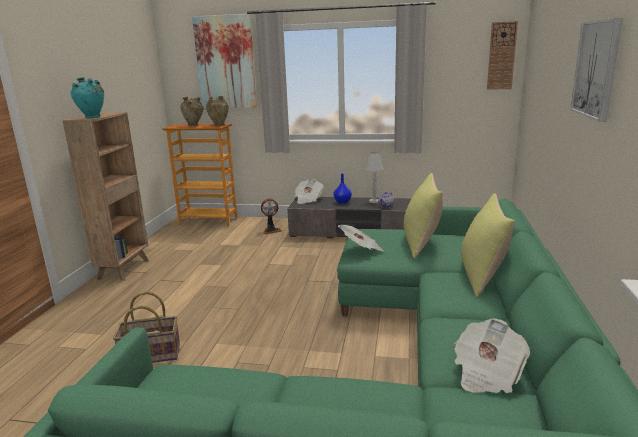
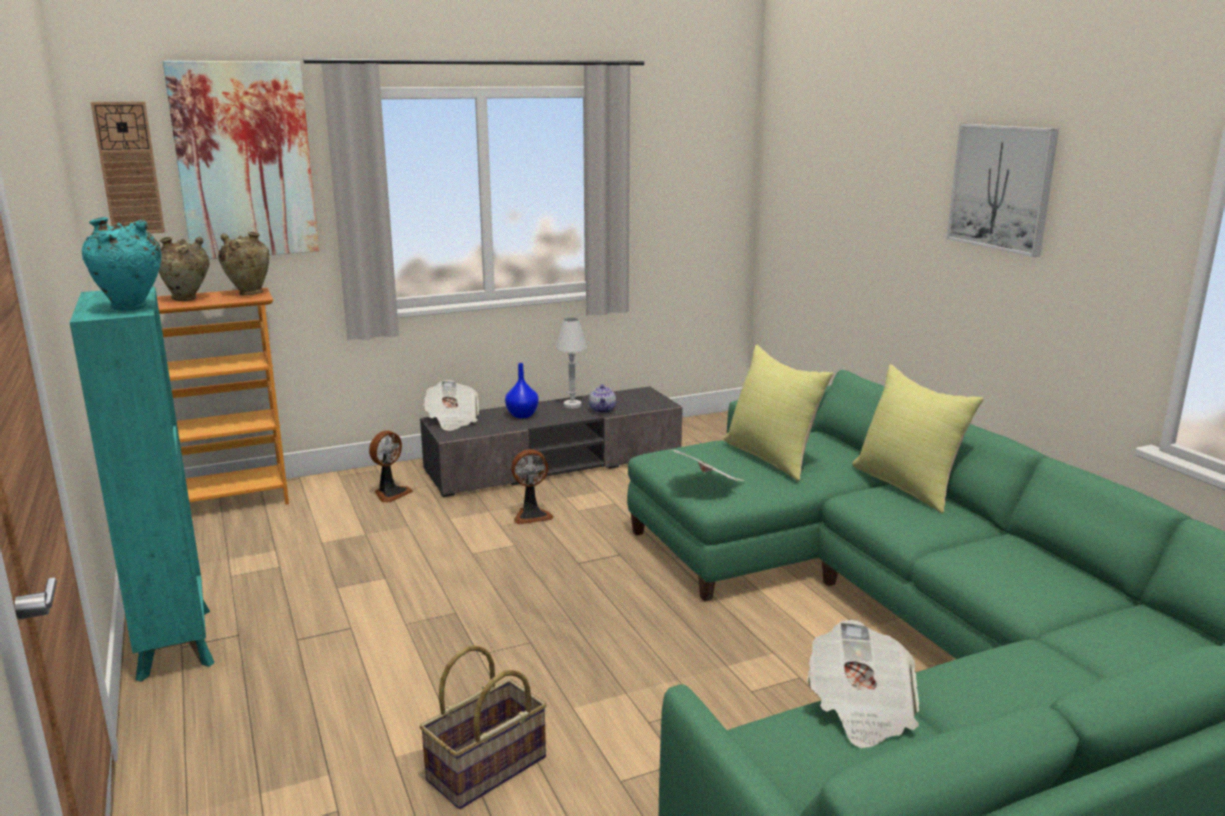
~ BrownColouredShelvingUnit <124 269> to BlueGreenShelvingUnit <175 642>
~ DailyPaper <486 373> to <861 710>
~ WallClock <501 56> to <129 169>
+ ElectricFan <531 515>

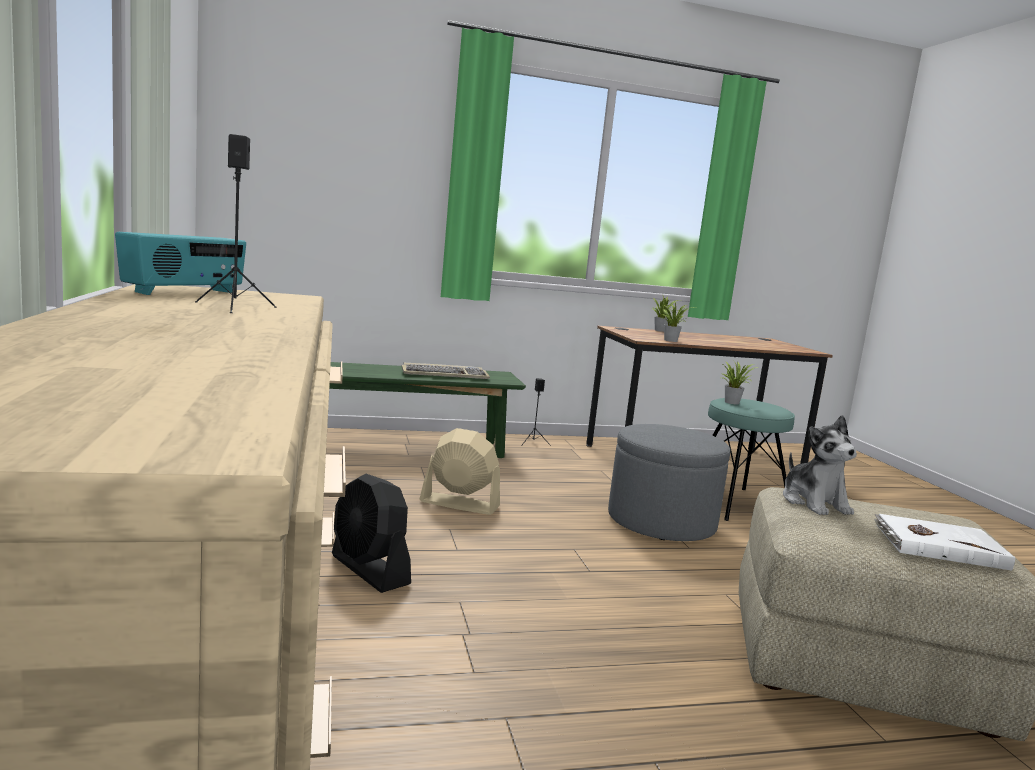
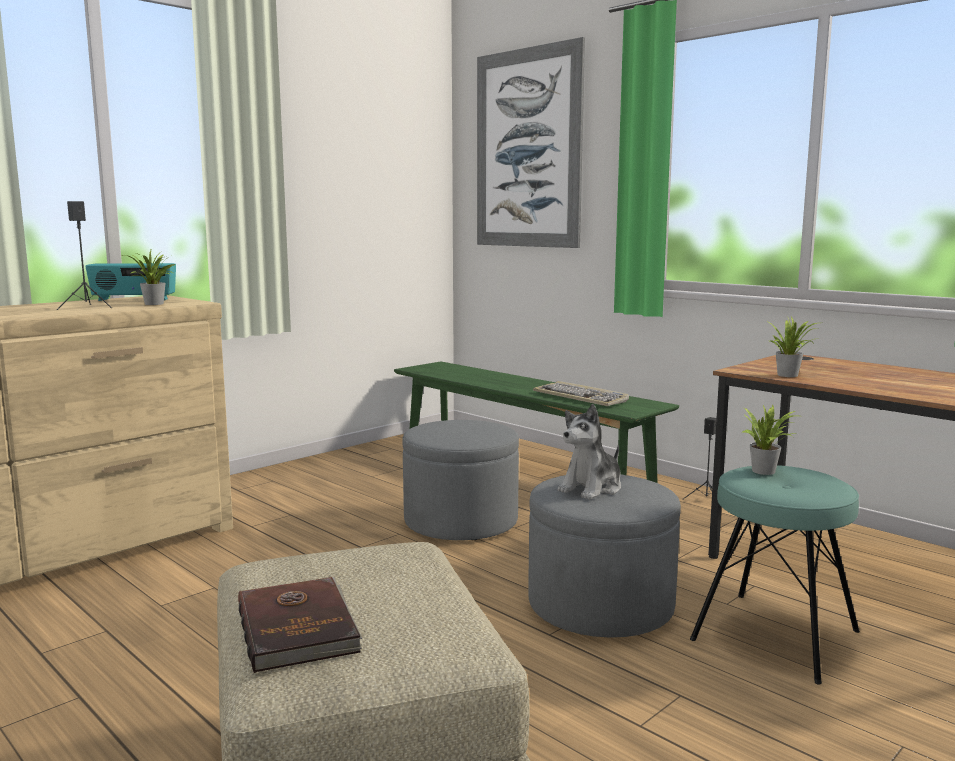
- BlackColouredElectricFan <369 570>
~ BeigeElectricFan <459 504> to GreyOttoman <461 522>
~ PottedPlant <662 330> to <155 304>
~ PlushToy <814 503> to <592 488>
~ WhiteColouredVolume <938 545> to BrownColouredVolume <299 627>
+ WallPicture <528 149>

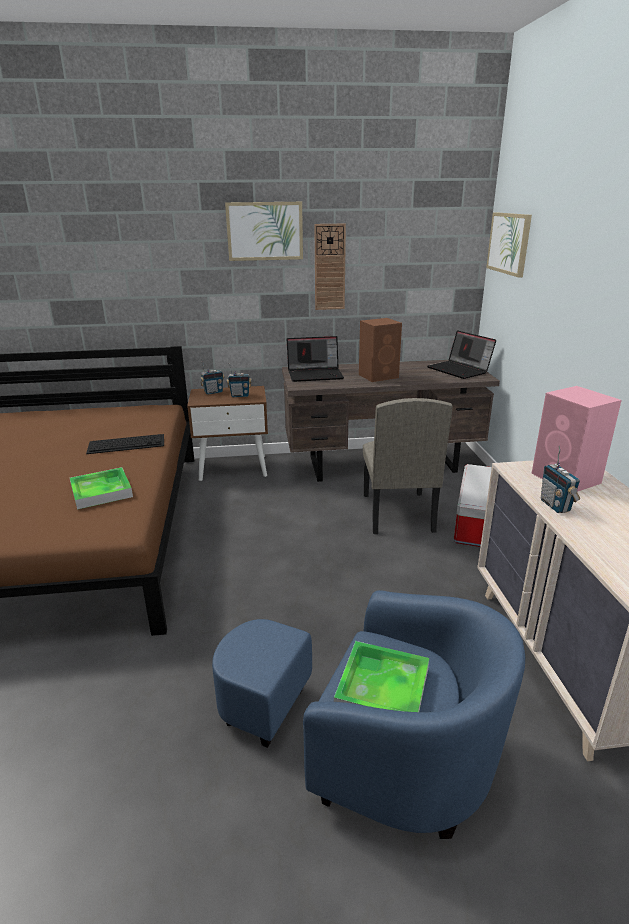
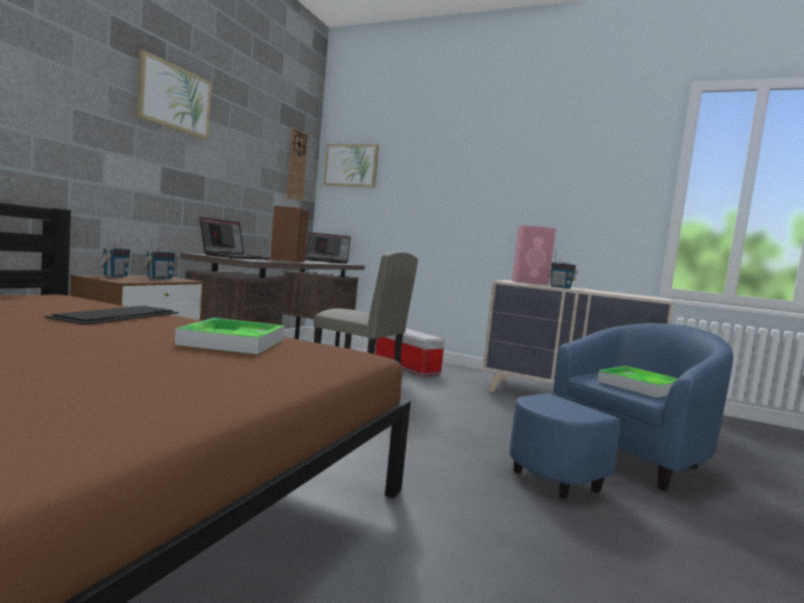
~ WallClock <329 267> to <296 165>

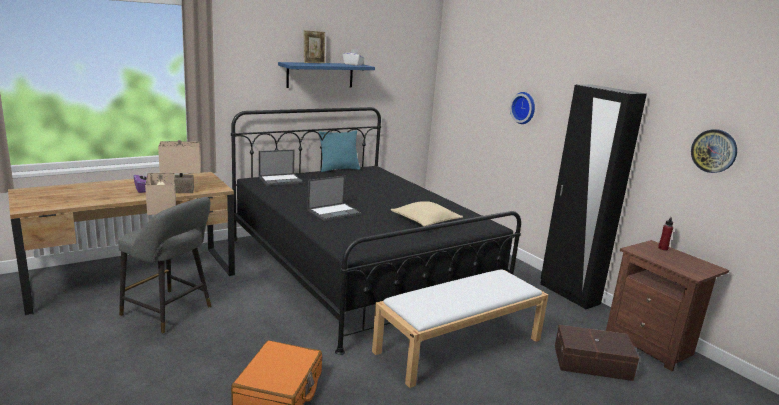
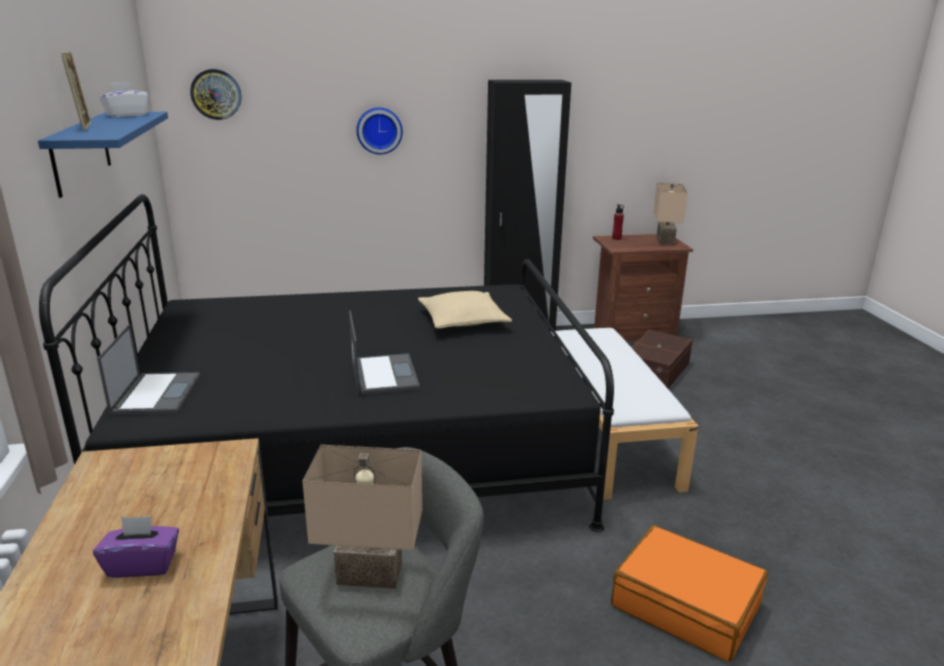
~ BeigeLampForATable <181 191> to <666 241>
- BlueGreenPillow <339 169>
~ WallClock <714 151> to <216 94>

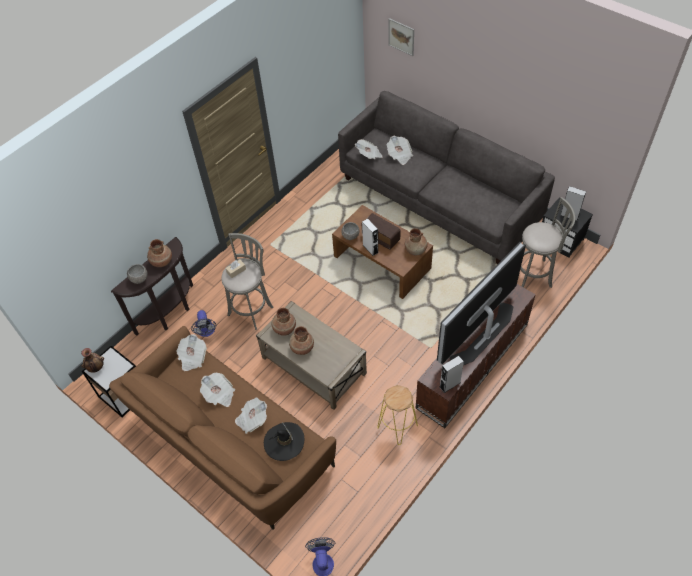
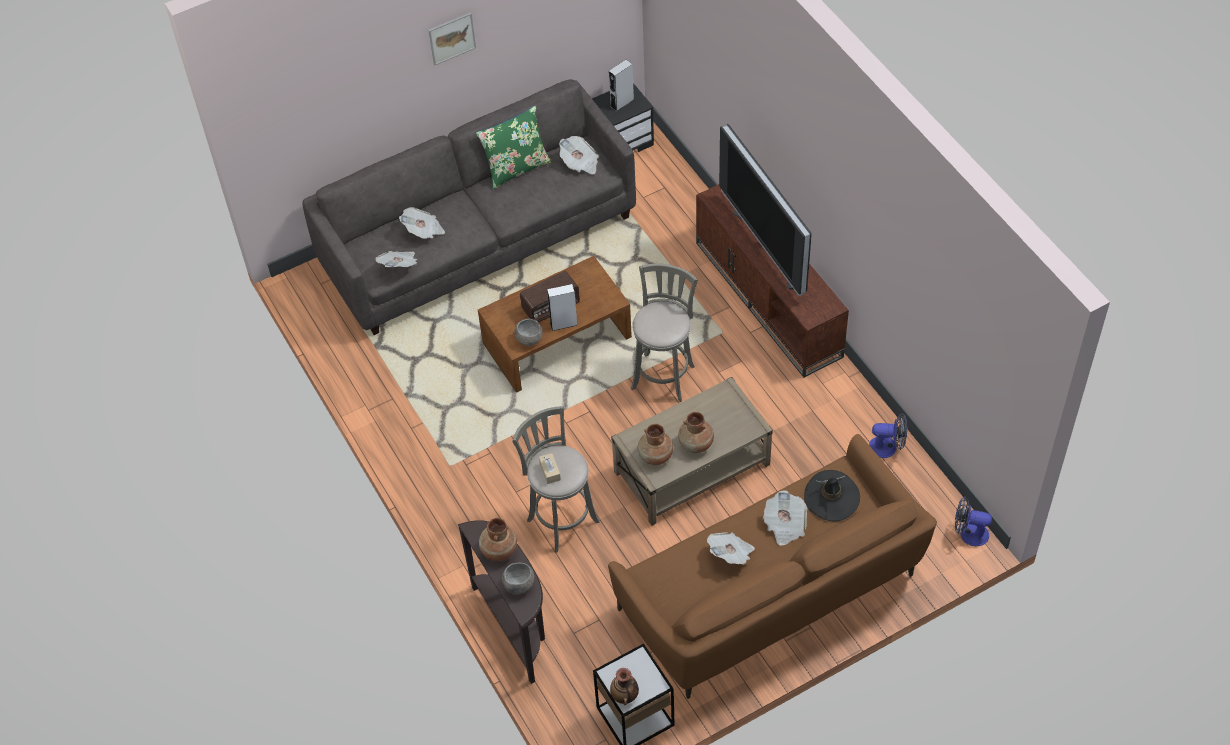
~ DailyPaper <192 358> to <580 163>
~ ElectricFan <206 332> to <888 447>
- YellowishStool <397 426>
~ WallPicture <401 37> to <452 38>
- BrownColouredFlowerVase <416 250>
- GreyAudioSpeaker <450 384>
~ GreyStool <535 274> to <664 374>
+ GreenishPillow <516 168>

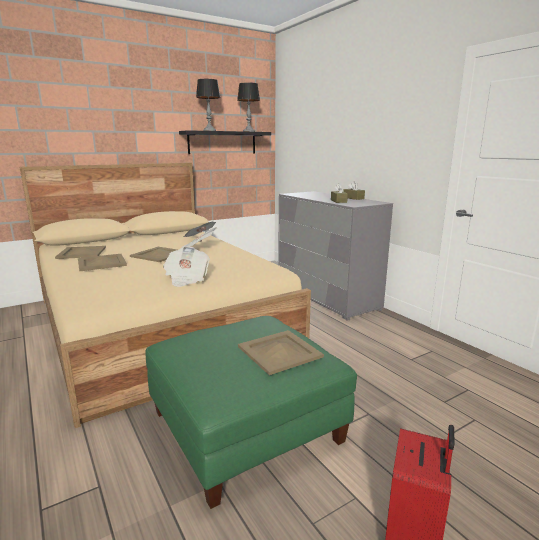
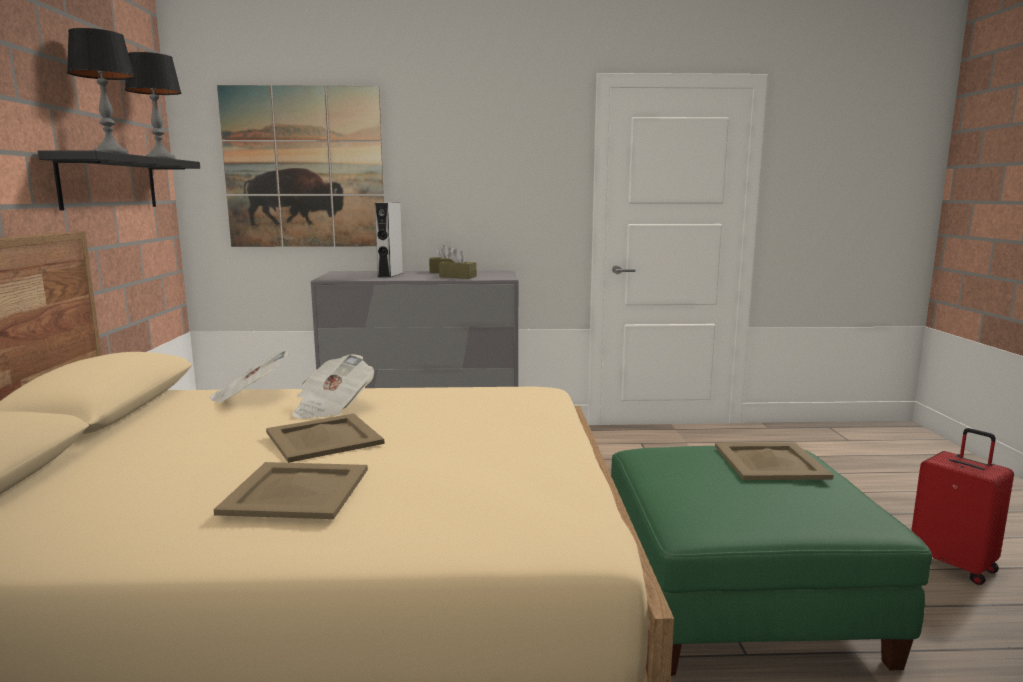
- BeigeCarryingTray <82 252>
- DailyPaper <186 278>
+ WallPicture <304 168>
+ GreyAudioSpeaker <390 275>

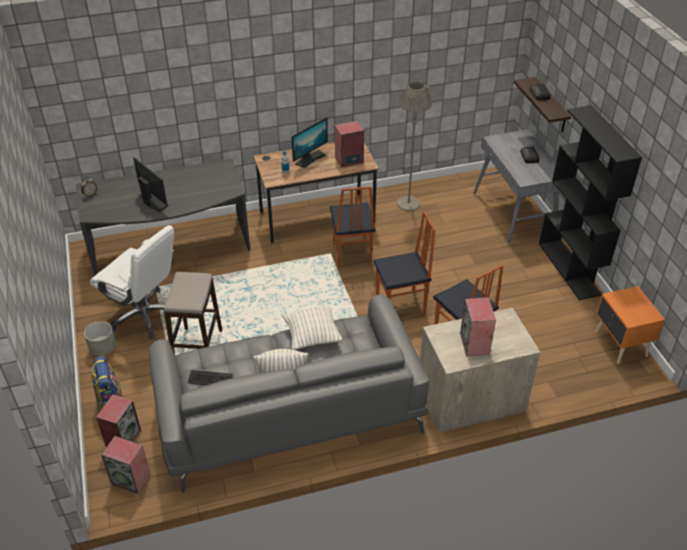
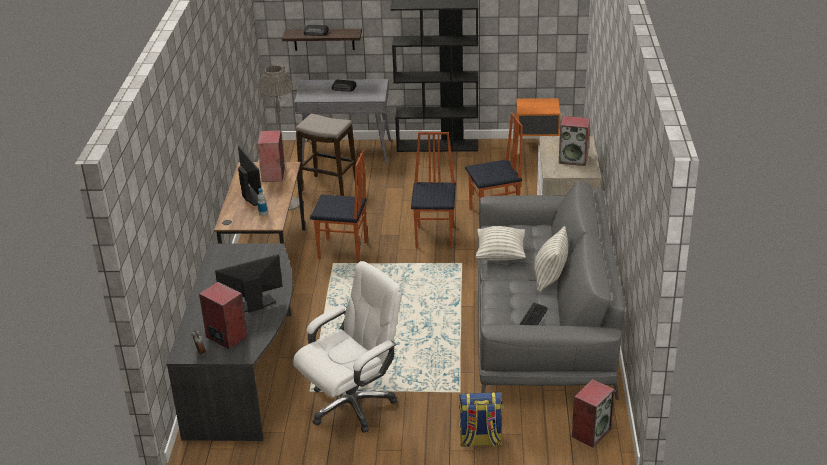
- GreyFlowerPot <103 348>
~ AudioSpeaker <123 437> to <226 336>
~ Stool <198 349> to <329 188>

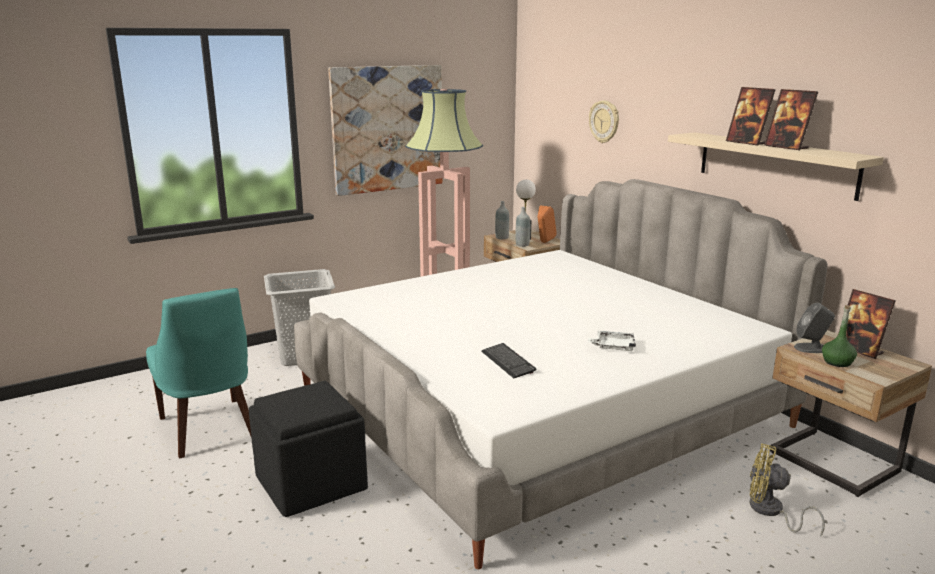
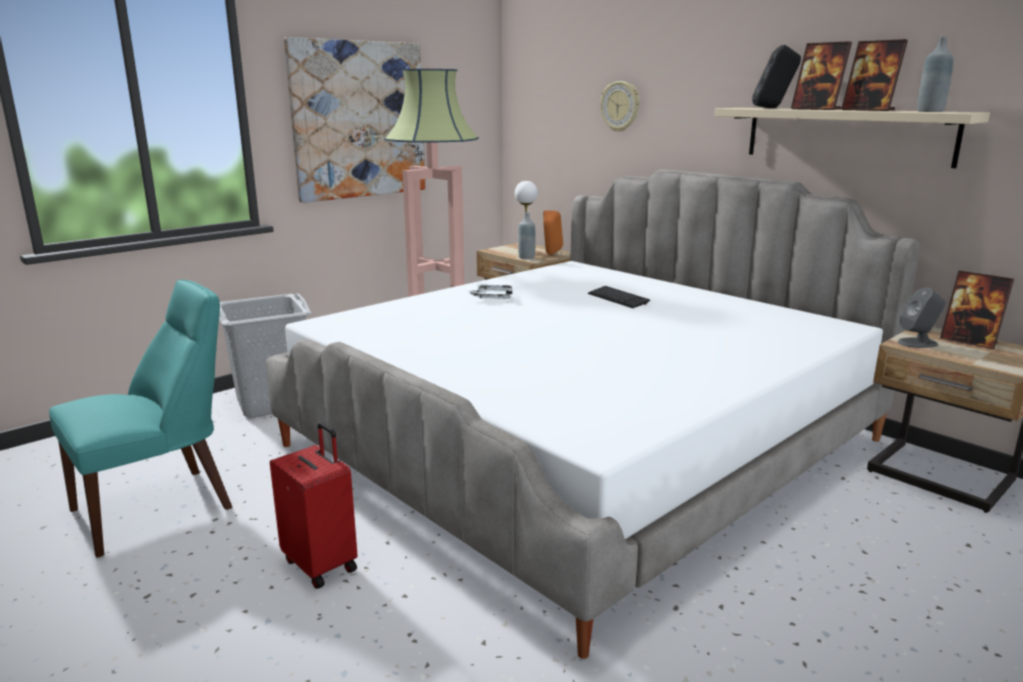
~ BlueGreenPlainChair <209 430> = <160 507> 90 degrees counterclockwise
~ BlackColouredOttoman <312 483> to RedColouredSuitcase <322 564>
~ PcKeyboard <508 362> to <618 299>
~ GreyBeverageBottle <502 237> to <930 111>
~ WhiteColouredCarryingTray <613 347> to <492 297>
- YellowishElectricFan <771 511>
- GreenishBeverageBottle <837 362>
+ BlackColouredAudioSpeaker <773 108>

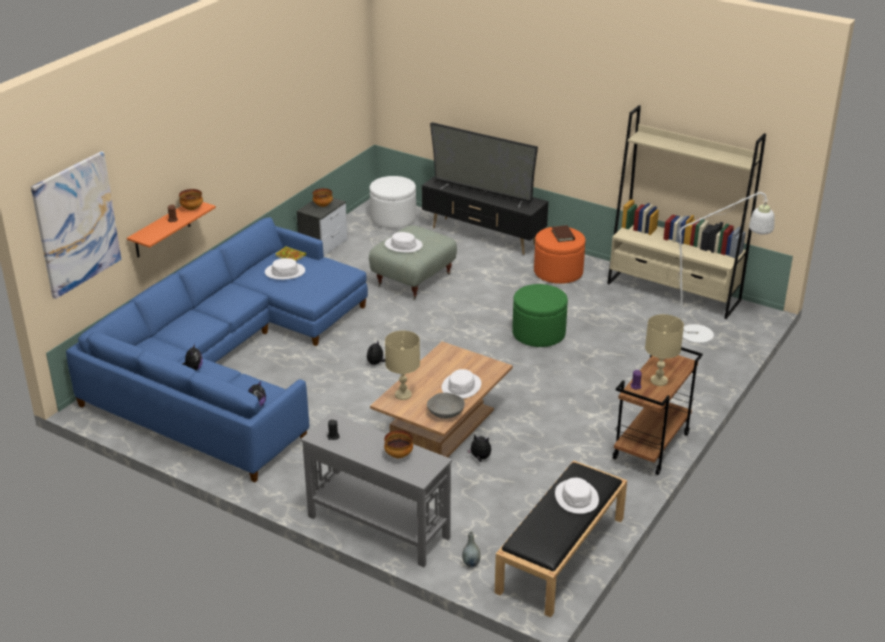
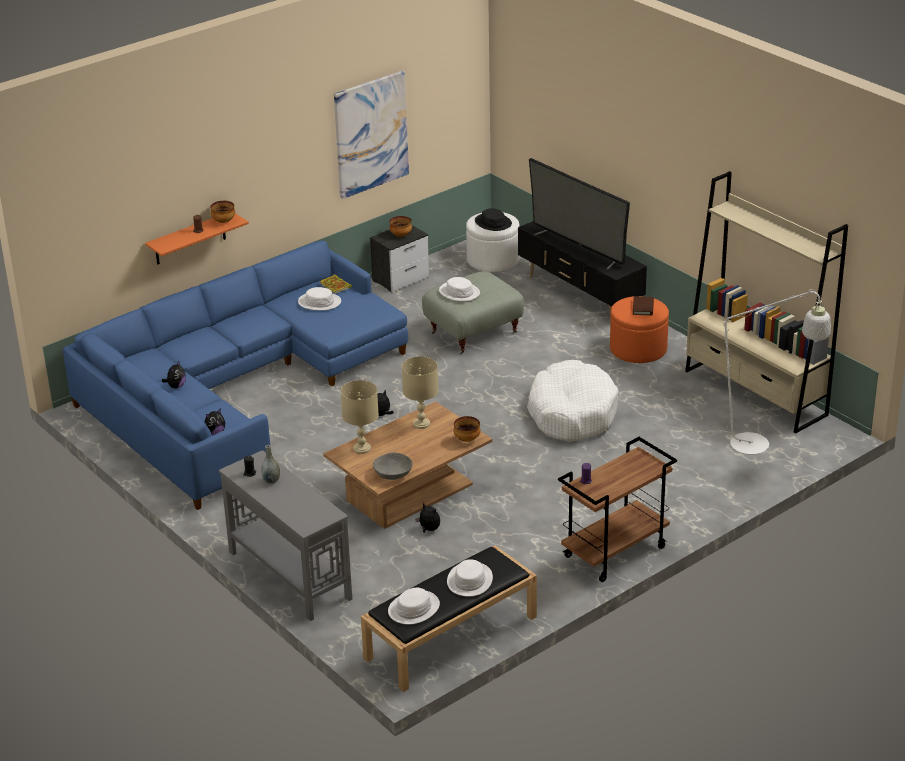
~ WallPicture <76 224> to <371 134>
~ ServingBowl <398 455> to <466 439>
~ WhiteColouredClothingHat <461 386> to <414 608>
~ GreyFlowerVase <471 564> to <271 480>
~ GreenishOttoman <538 333> to WhiteColouredDogBed <572 413>
~ BeigeLampForATable <659 380> to <421 423>
+ BlackColouredClothingHat <493 223>

